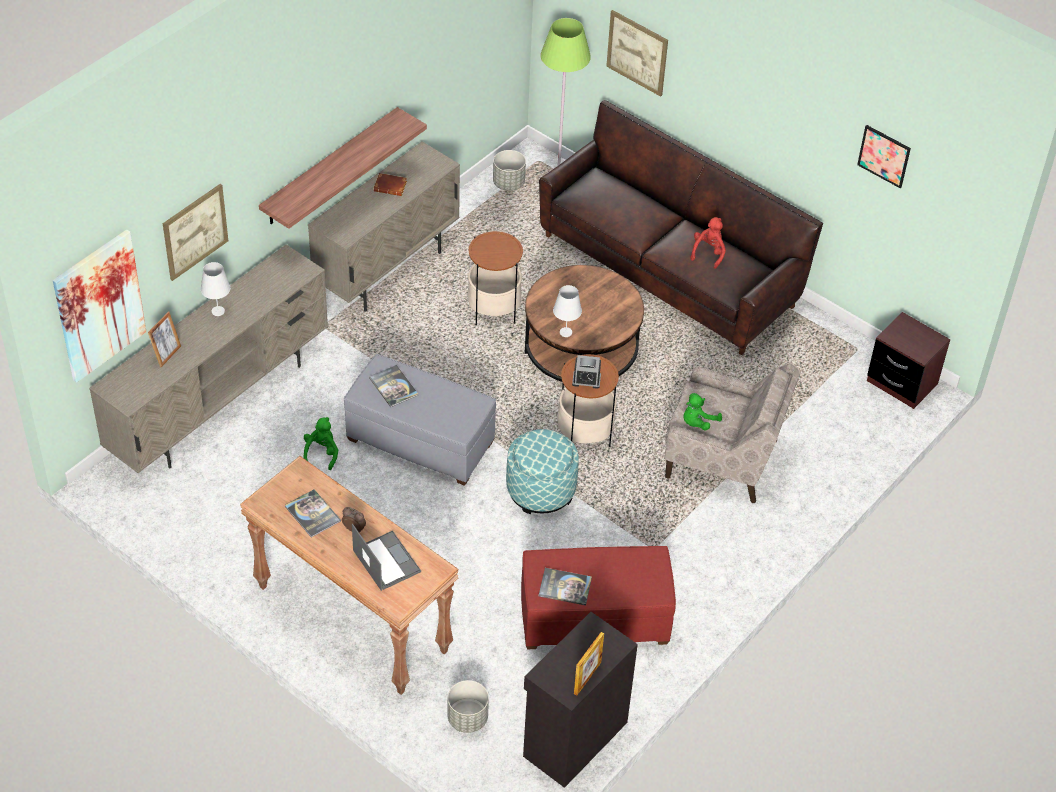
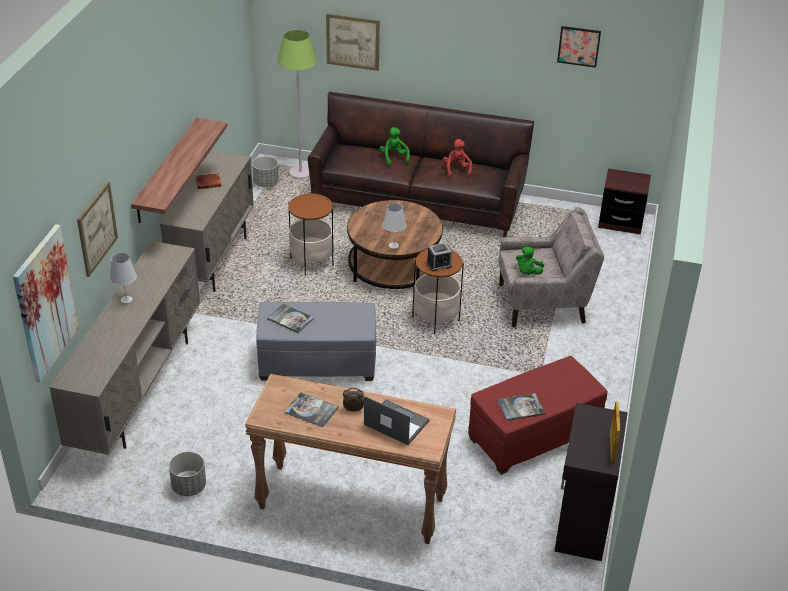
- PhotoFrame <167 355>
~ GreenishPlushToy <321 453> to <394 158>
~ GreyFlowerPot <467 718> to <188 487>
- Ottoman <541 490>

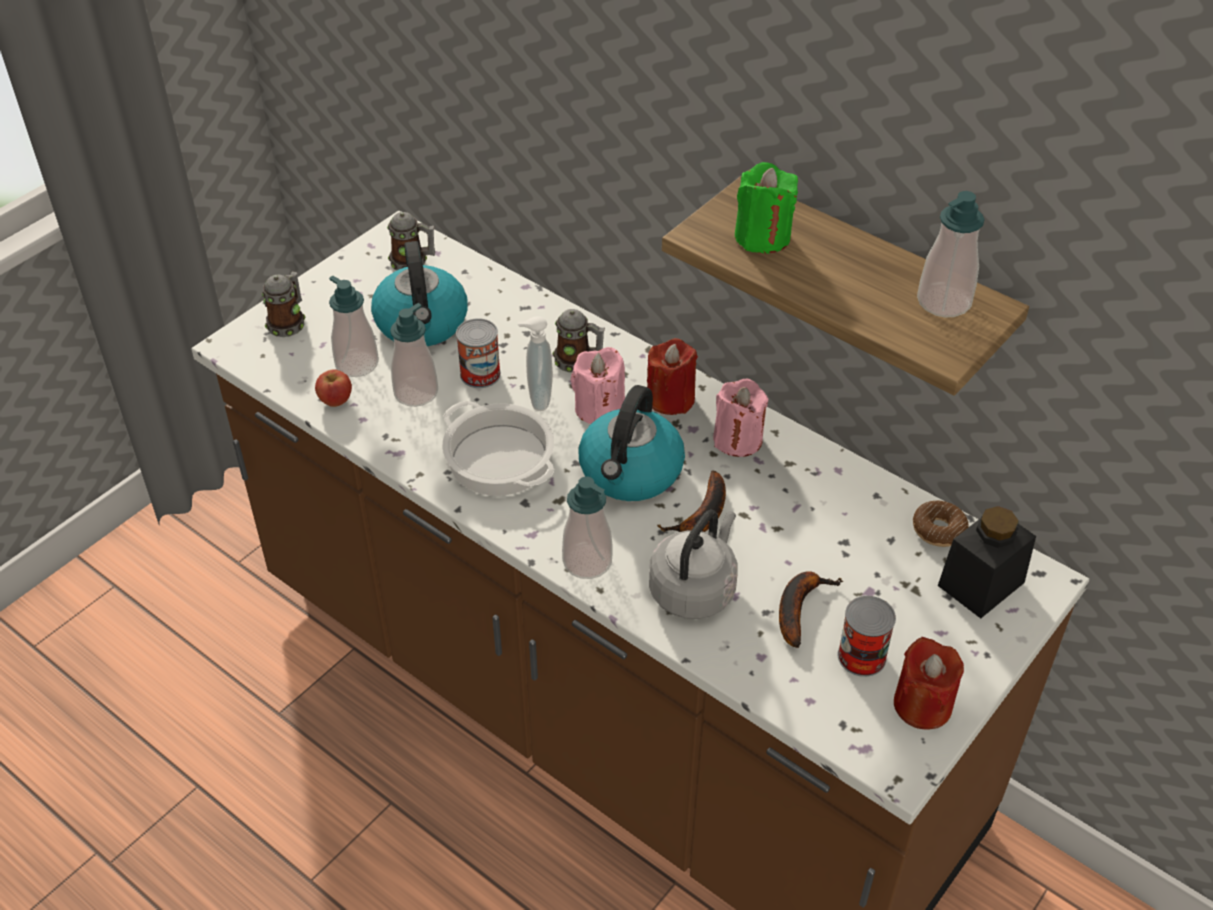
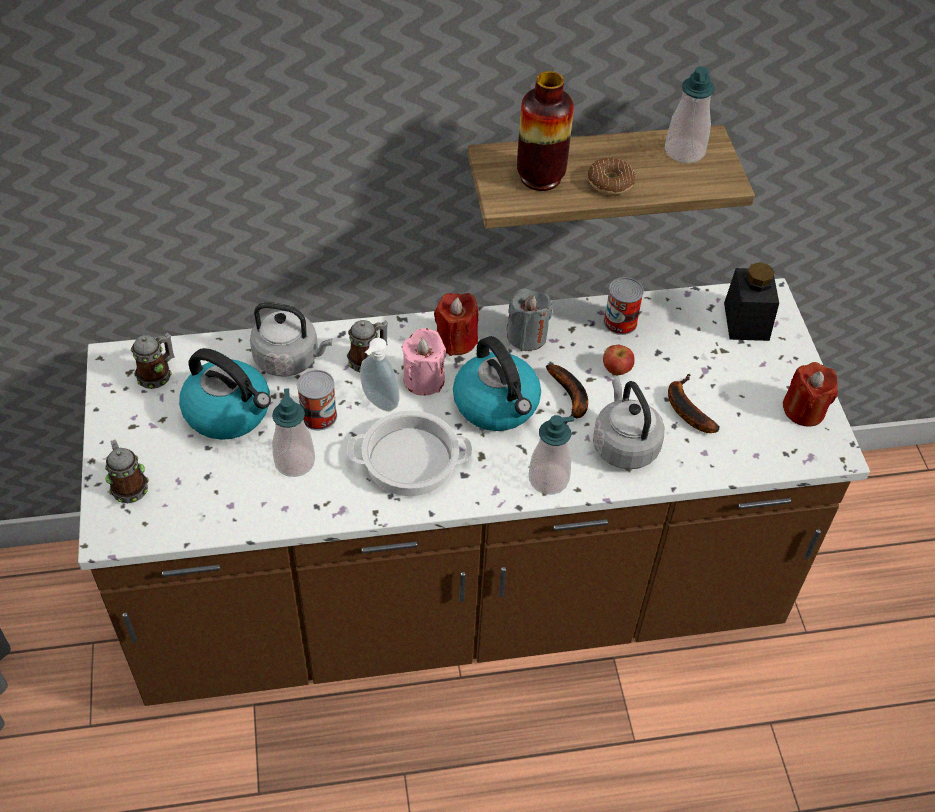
~ WholeApple <336 400> to <616 369>
- SoapBottle <357 364>
~ PinkWaxCandle <738 439> to GreyWaxCandle <527 336>
~ GreenishWaxCandle <762 237> to FlowerVase <540 177>
~ MetalCan <861 656> to <620 322>
~ Donut <938 530> to <610 182>
+ GreyTeaKettle <290 359>

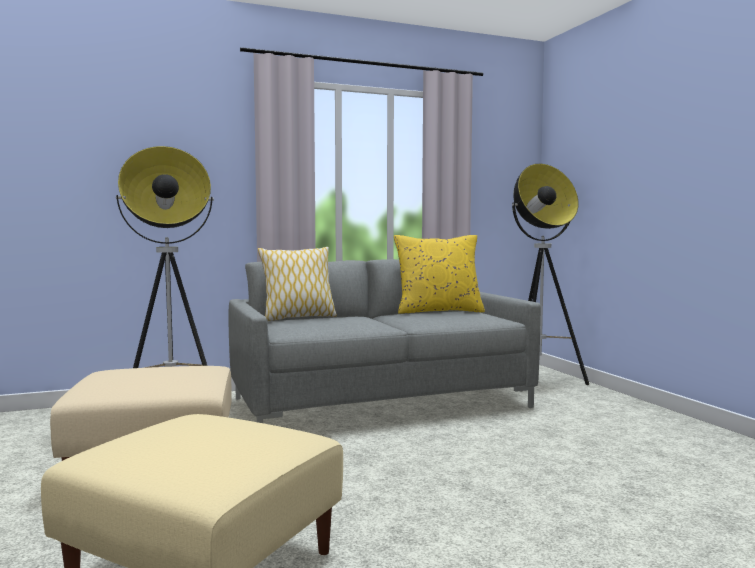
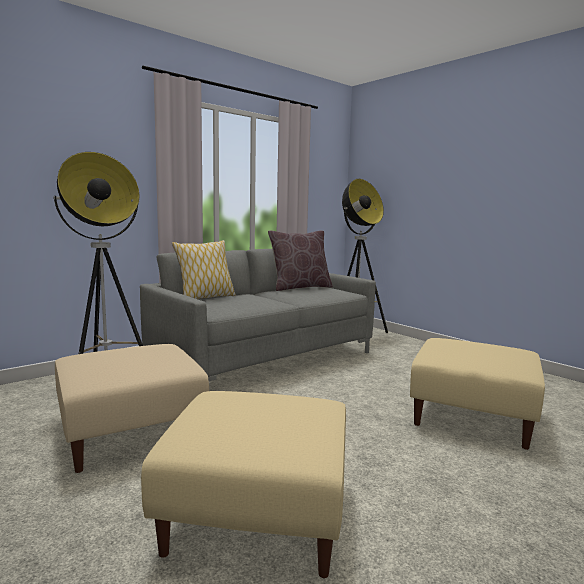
~ YellowishPillow <438 311> to BrownColouredPillow <300 287>
+ BeigeOttoman <472 417>

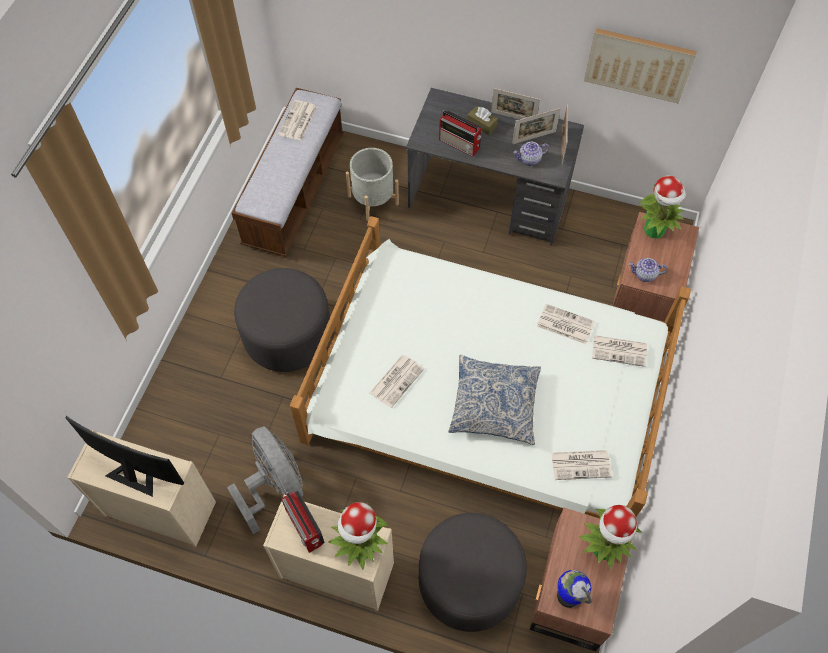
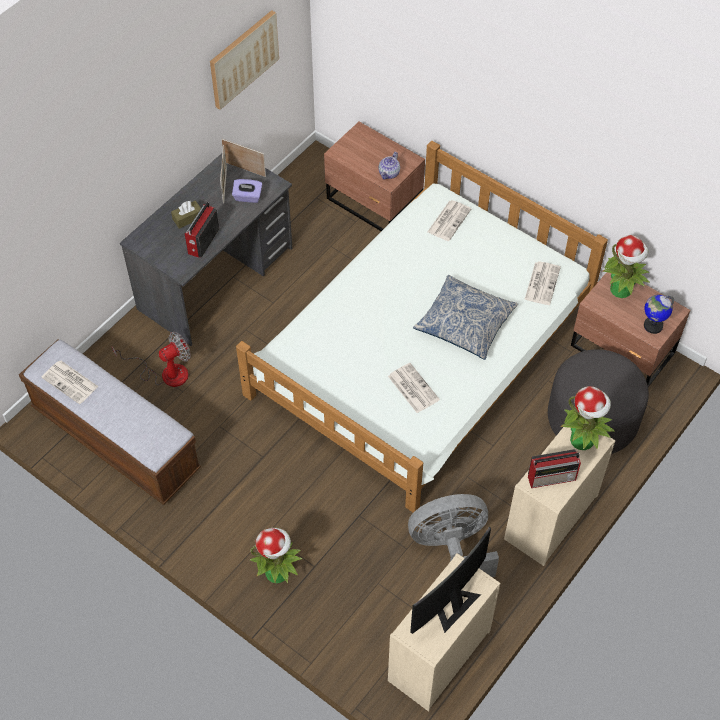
- GreyOttoman <287 335>
~ GreyFlowerPot <373 200> to ElectricFan <165 373>
~ RadioSet <460 144> = <202 242> 150 degrees clockwise
- PhotoFrame <513 117>
~ PotForTea <529 159> to PurpleTissueHolder <247 197>
- DailyPaper <564 324>
~ PottedPlant <655 230> to <277 572>

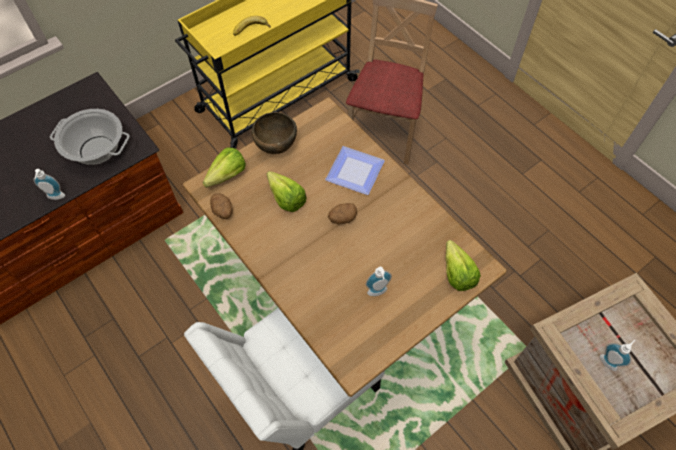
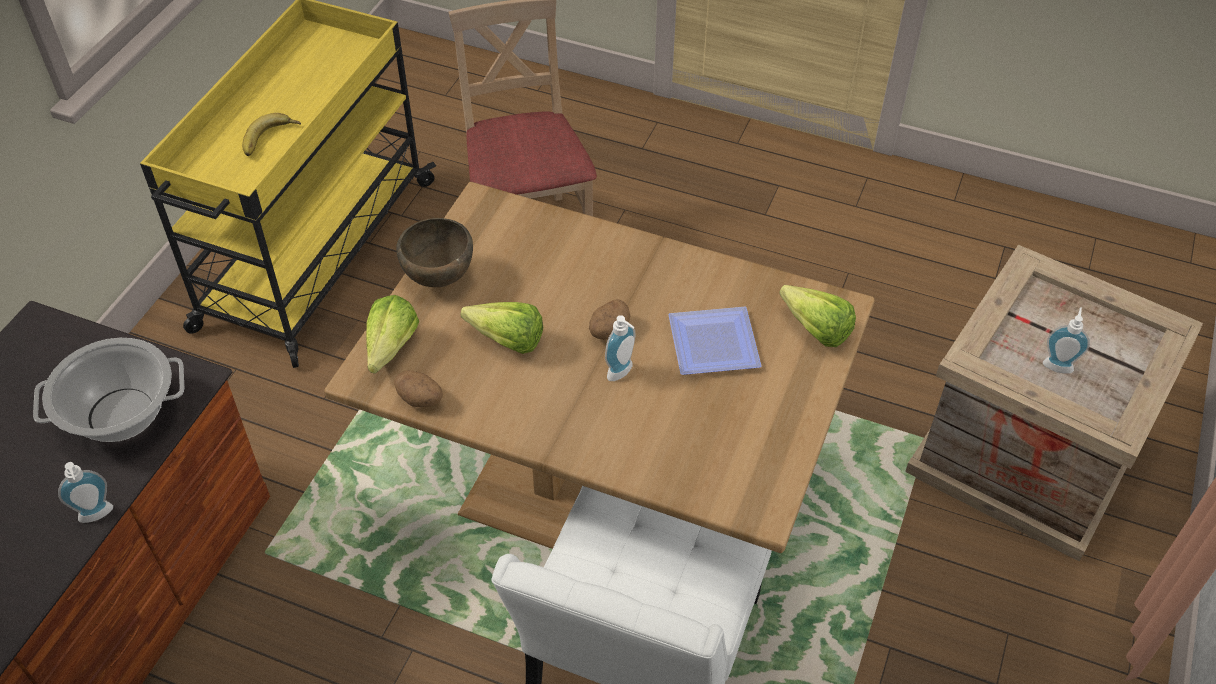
~ Plate <354 170> to <710 342>
~ SoapBottle <378 293> to <622 373>

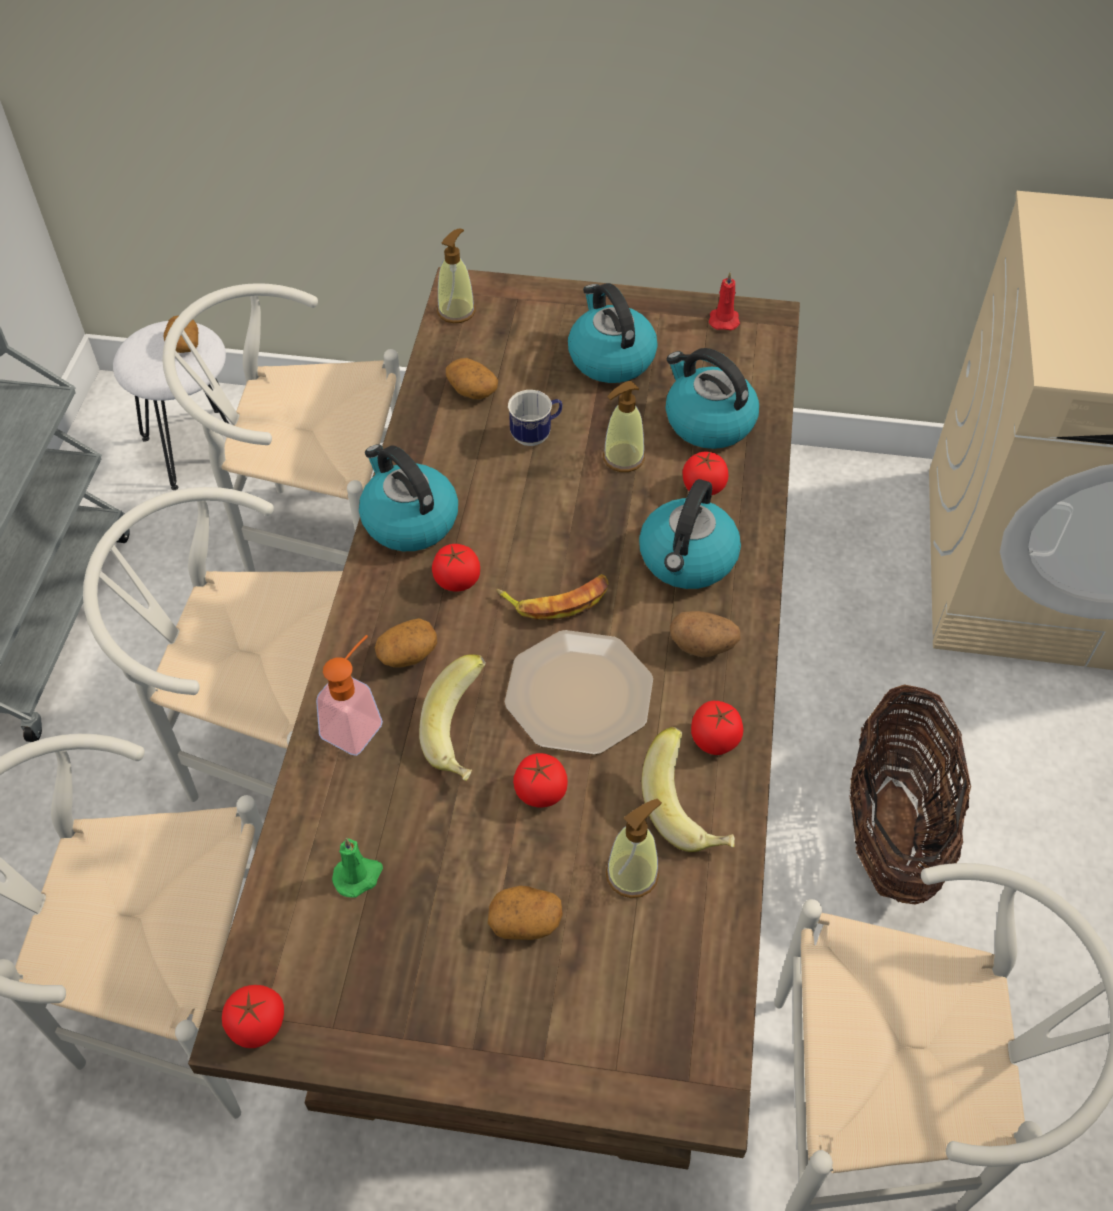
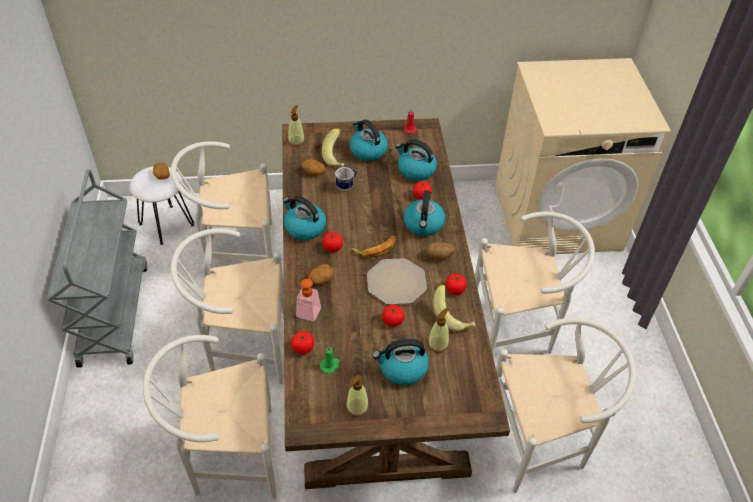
~ WholeTomato <257 1025> to <303 348>
~ Banana <464 736> to <337 157>
~ Potato <525 921> to TeaKettle <402 368>
~ SoapBottle <623 458> to <357 407>
~ StorageBasket <893 827> to WhiteColouredPlainChair <517 329>

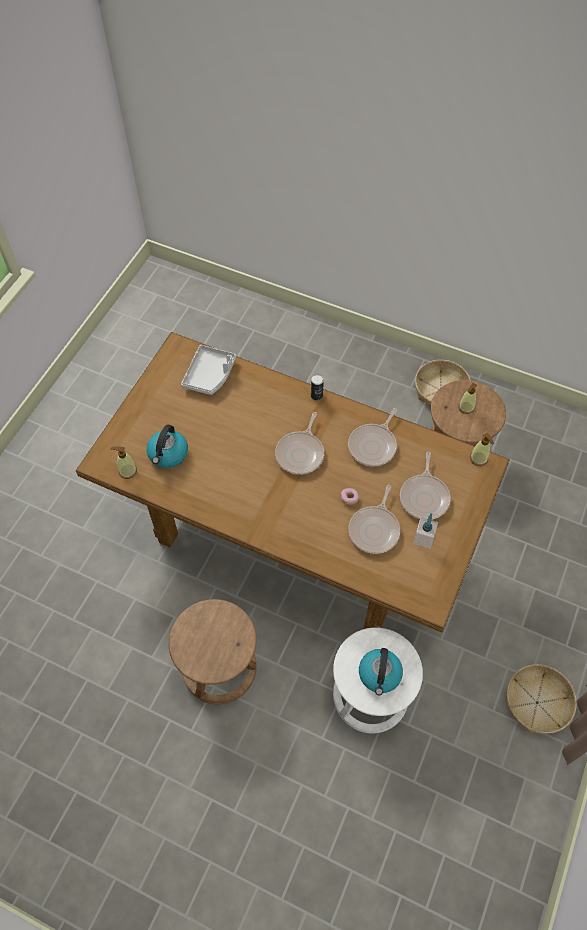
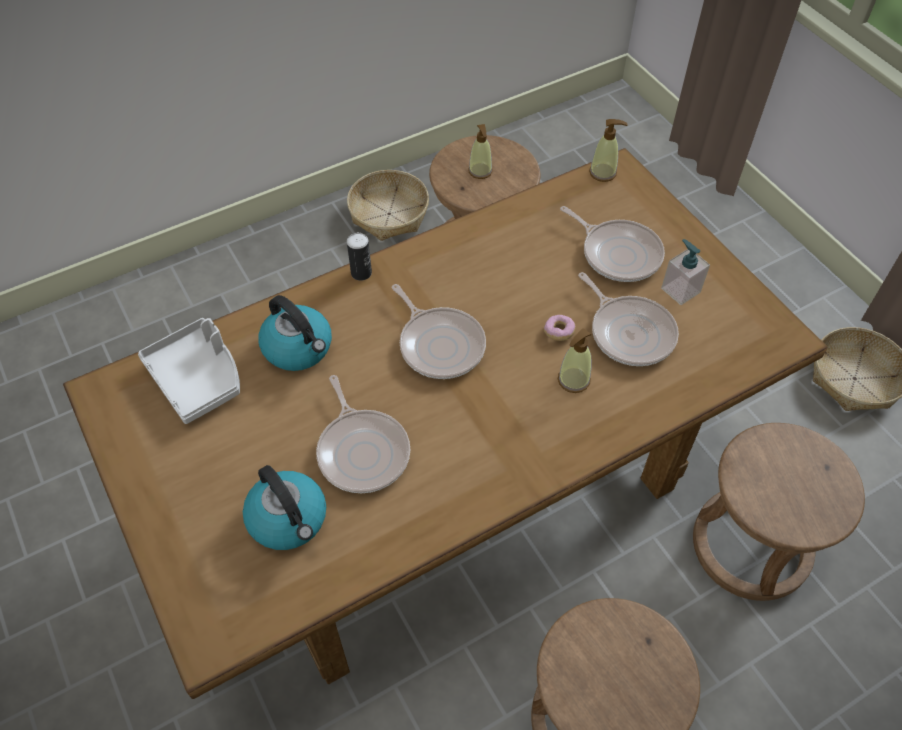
~ SoapBottle <127 471> to <573 380>
~ WhiteColouredStool <370 695> to BrownColouredStool <750 546>
~ Skillet <373 445> to <362 451>
~ TeaKettle <379 675> to <299 348>

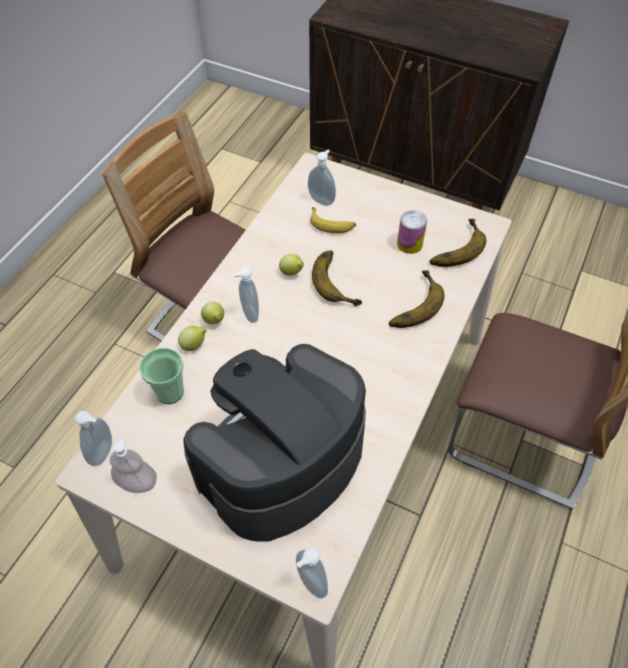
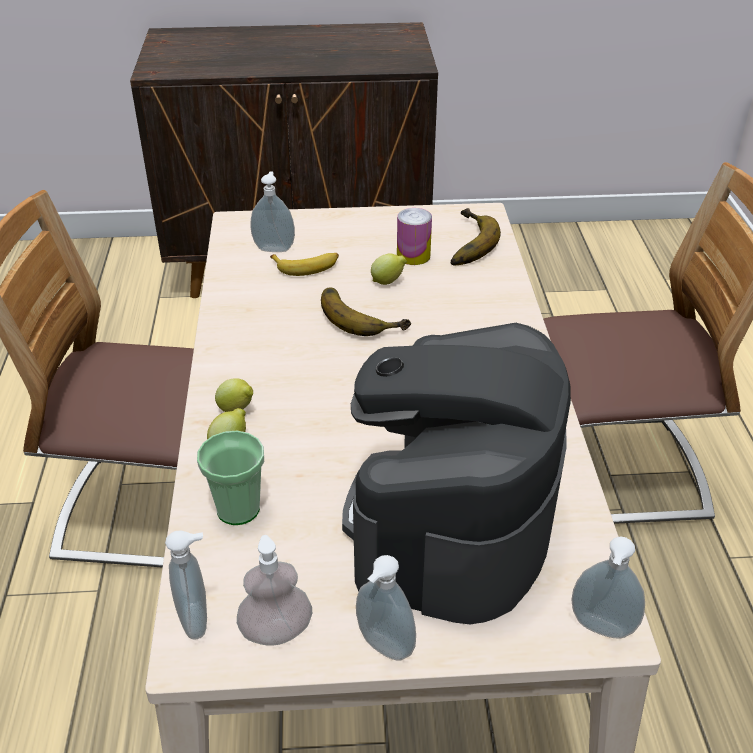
~ SoapBottle <248 314> to <382 648>
~ CitrusFruit <292 273> to <388 282>
- Banana <411 303>

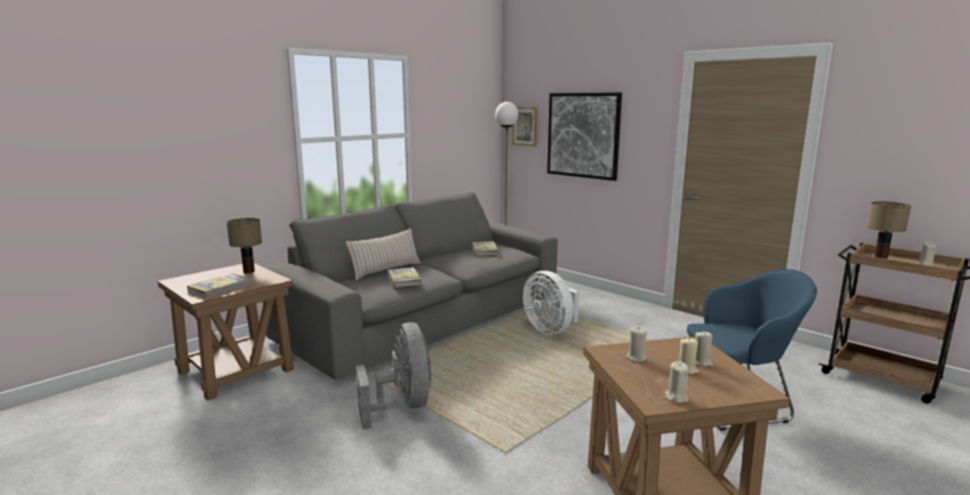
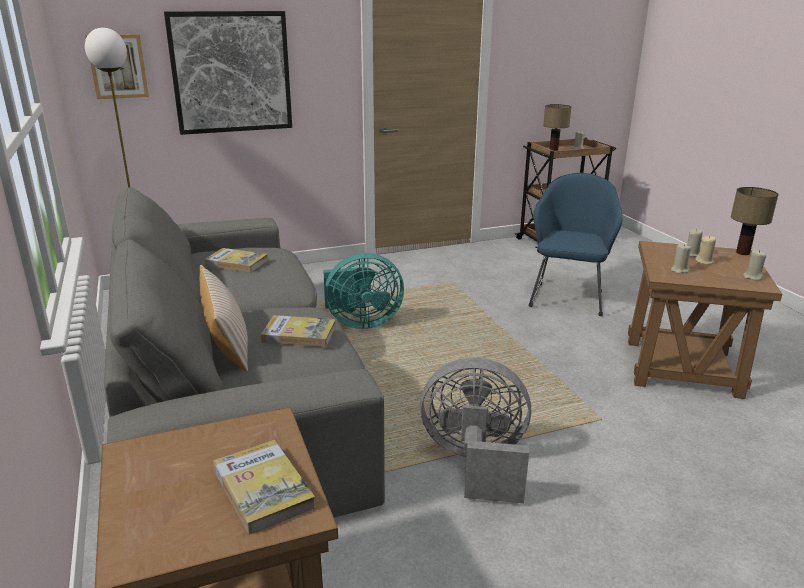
~ LampForATable <248 271> to <742 253>
~ WhiteColouredElectricFan <550 329> to BlueGreenElectricFan <360 322>

